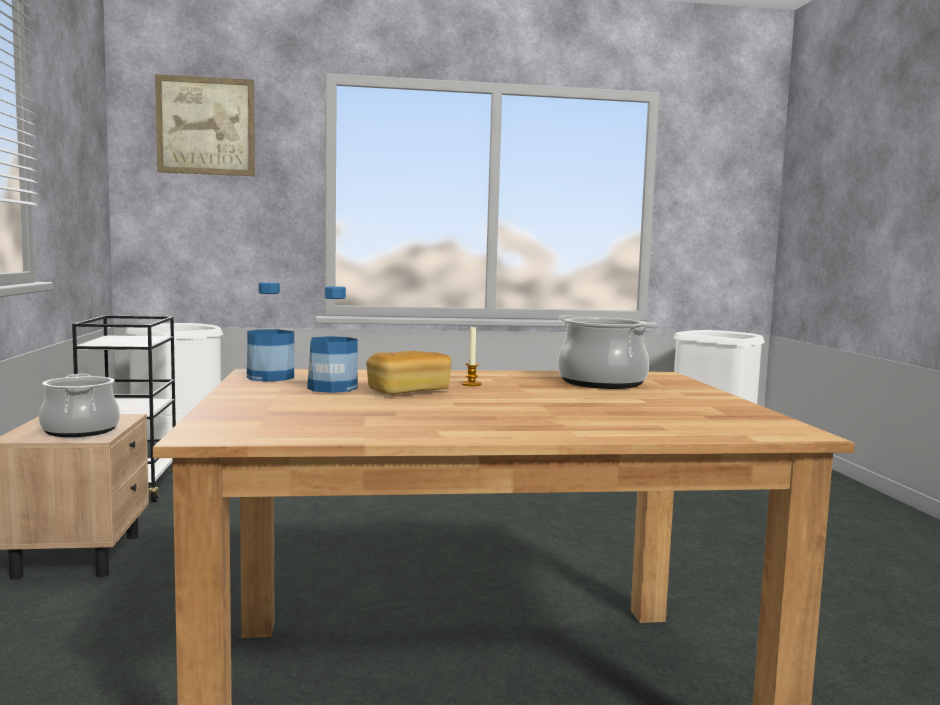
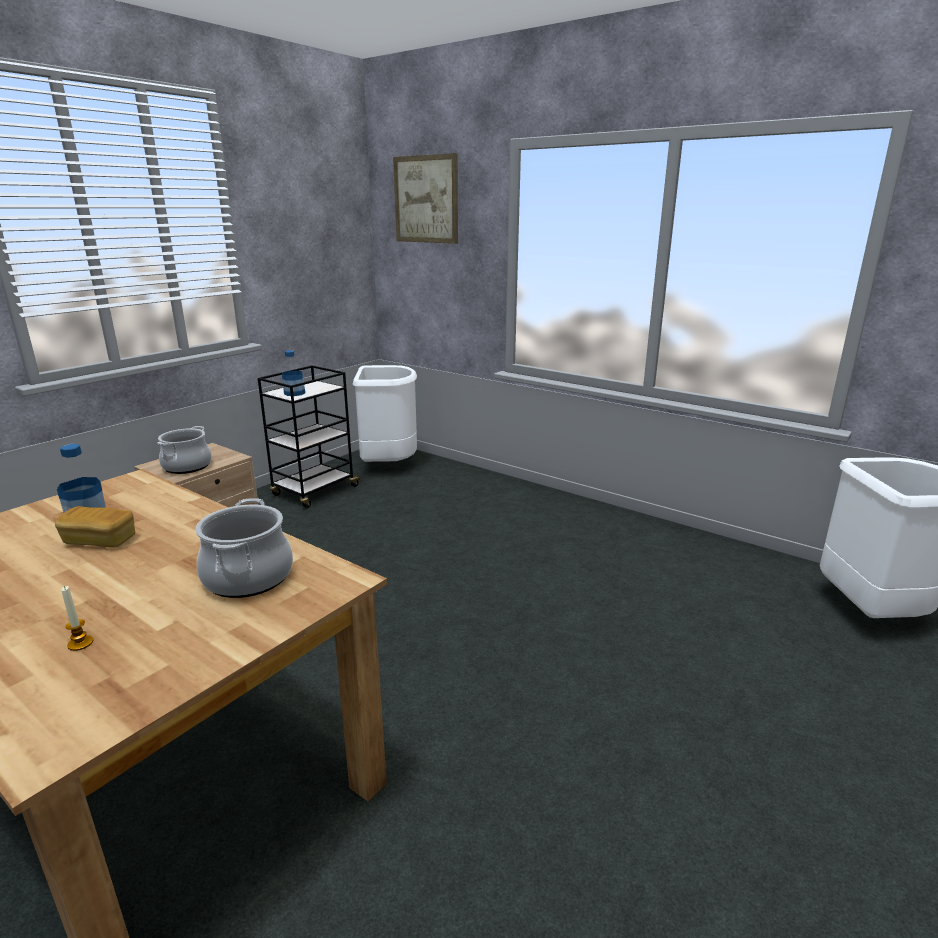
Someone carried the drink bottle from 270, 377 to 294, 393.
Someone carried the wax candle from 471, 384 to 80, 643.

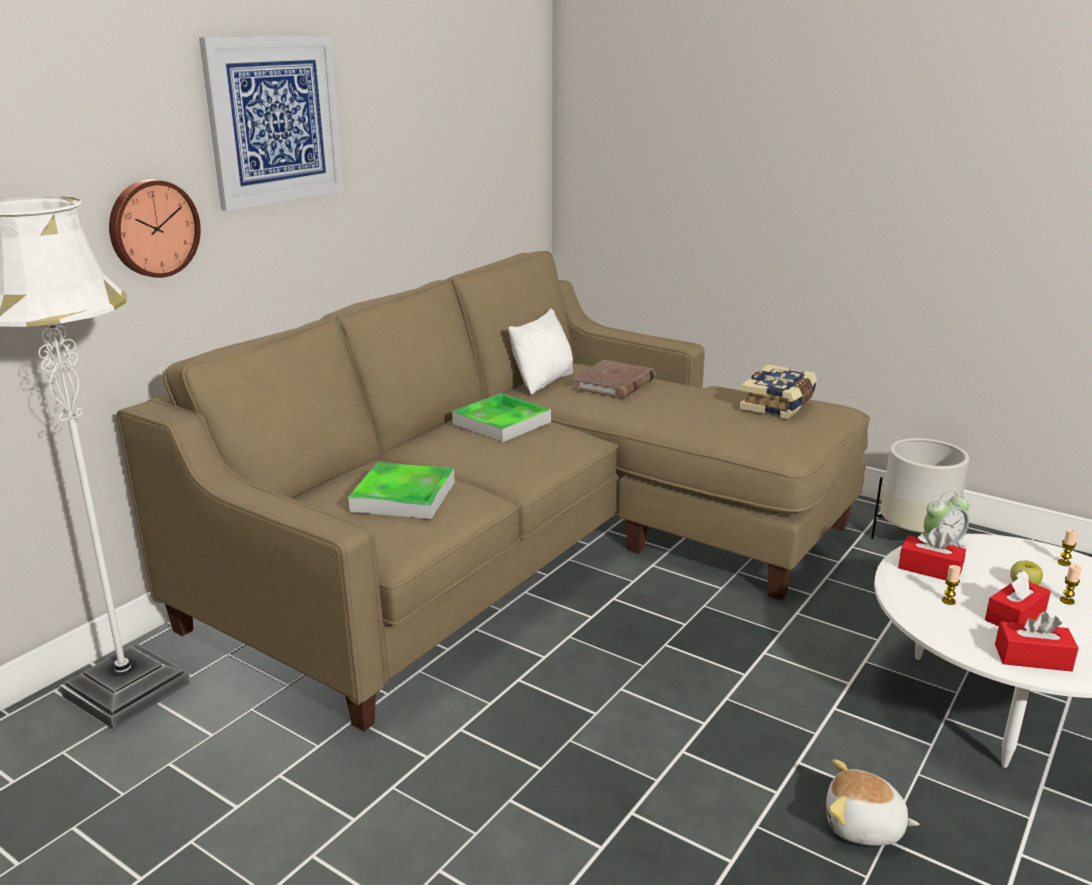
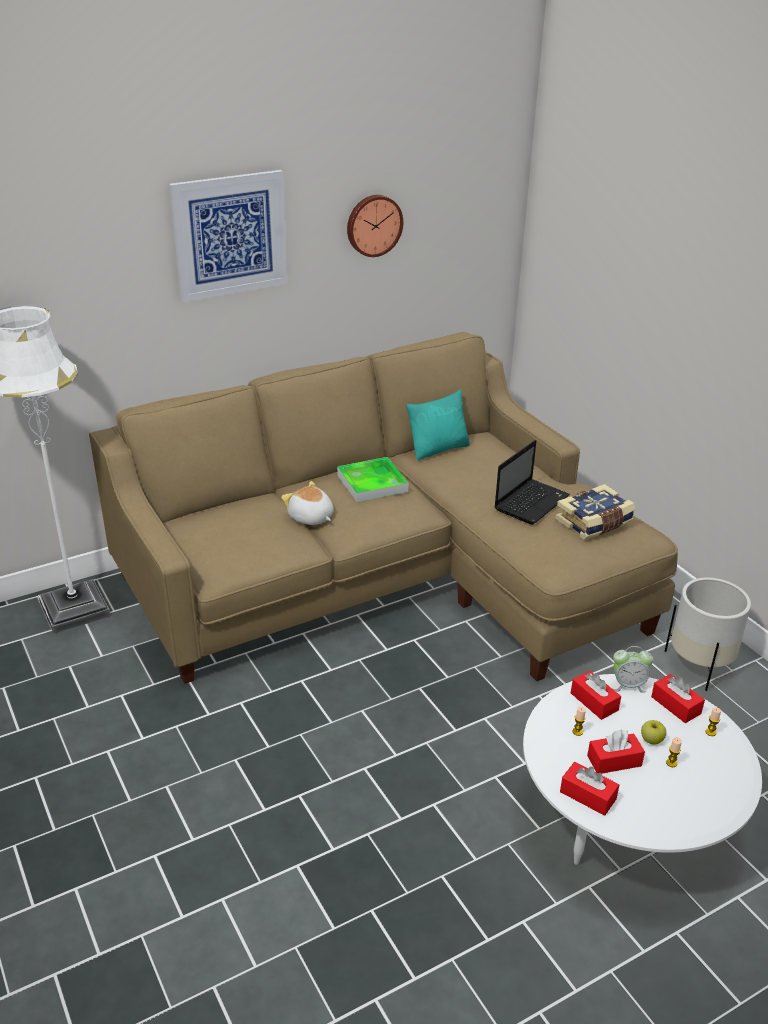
Someone carried the clock on the wall from 152, 228 to 373, 225.
Someone repainted the white-coloured cushion at 543, 382, which became the turquoise cushion at 438, 449.
Someone took away the brownish volume at 614, 384.
Someone took away the carrying tray at 403, 496.
Someone carried the soft toy from 863, 827 to 310, 518.
Someone put down the notebook computer at 532, 502.
Someone put down the reddish tissue box at 675, 705.

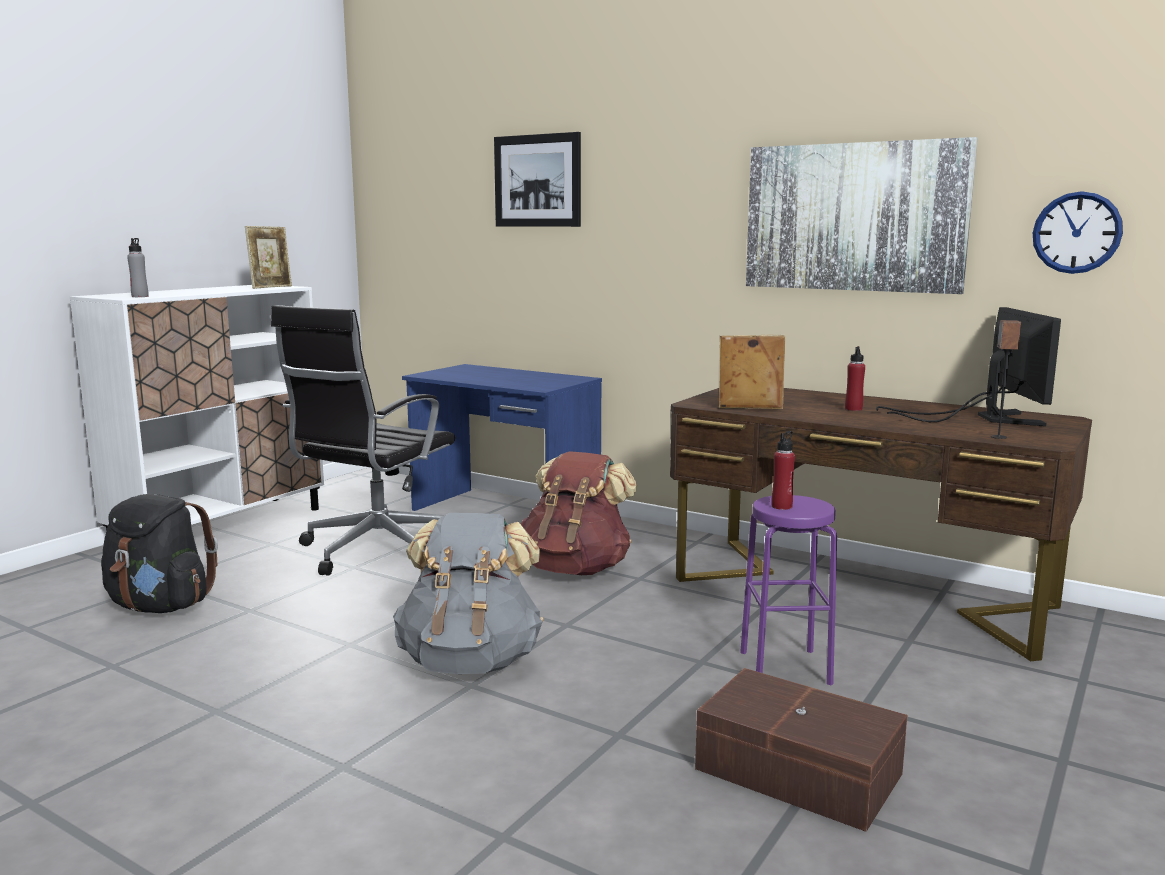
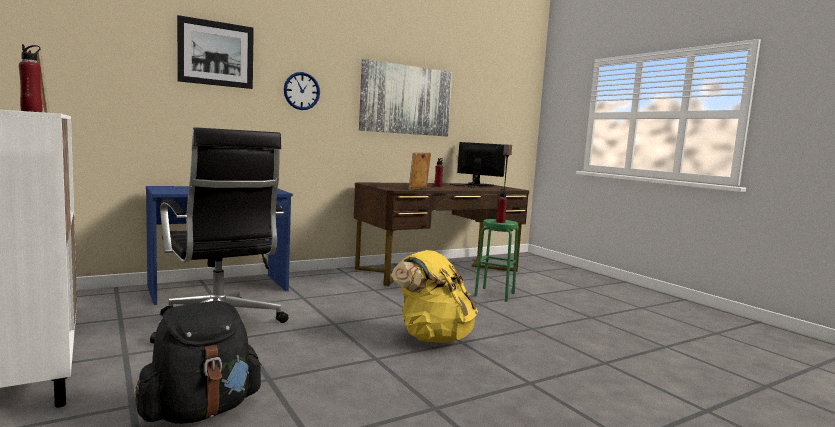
Someone carried the clock on the wall from 1076, 232 to 301, 91.
Someone repainted the greyish drink bottle at 140, 296, which became the reddish drink bottle at 31, 111.
Someone took away the brownish rucksack at 576, 569.
Someone repainted the purplish stool seat at 784, 667, which became the green stool seat at 494, 295.
Someone repainted the greyish rucksack at 470, 661, which became the yellowish rucksack at 433, 337.
Someone took away the brownish storage container at 798, 774.

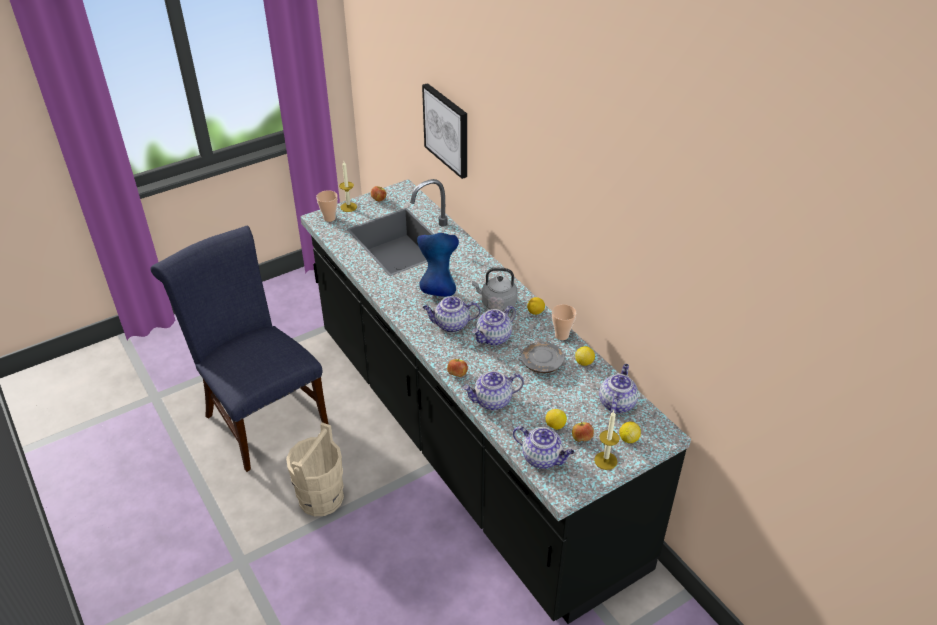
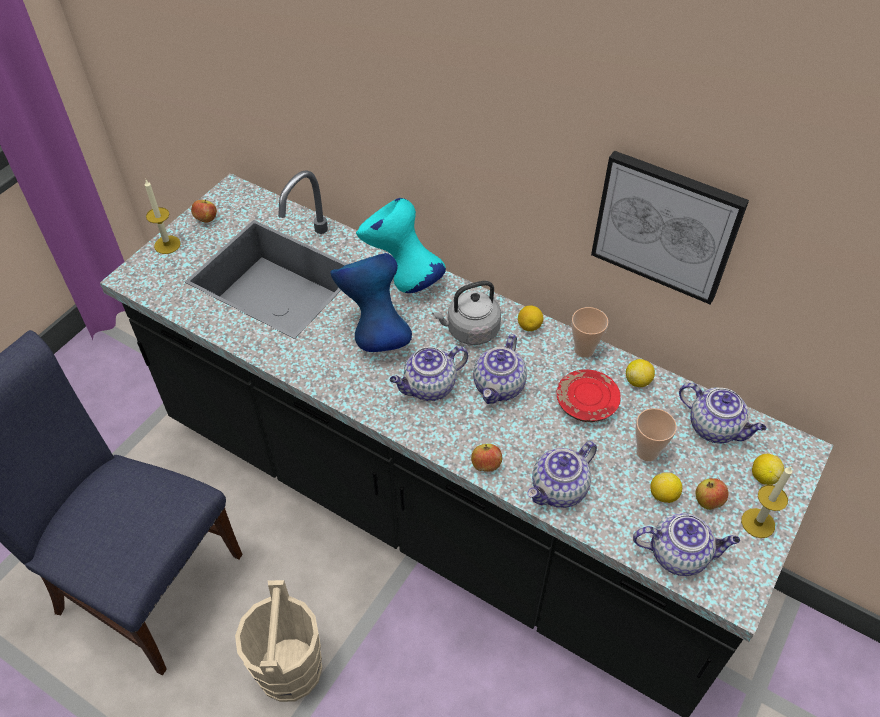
Someone carried the picture from 447, 130 to 666, 226.
Someone carried the cup from 329, 218 to 647, 452.
Someone repainted the greyish flat dish at 542, 363, which became the reddish flat dish at 586, 403.
Someone rotated the teapot at 616, 403 by 135 degrees clockwise.
Someone put down the turquoise flower vase at 402, 279.

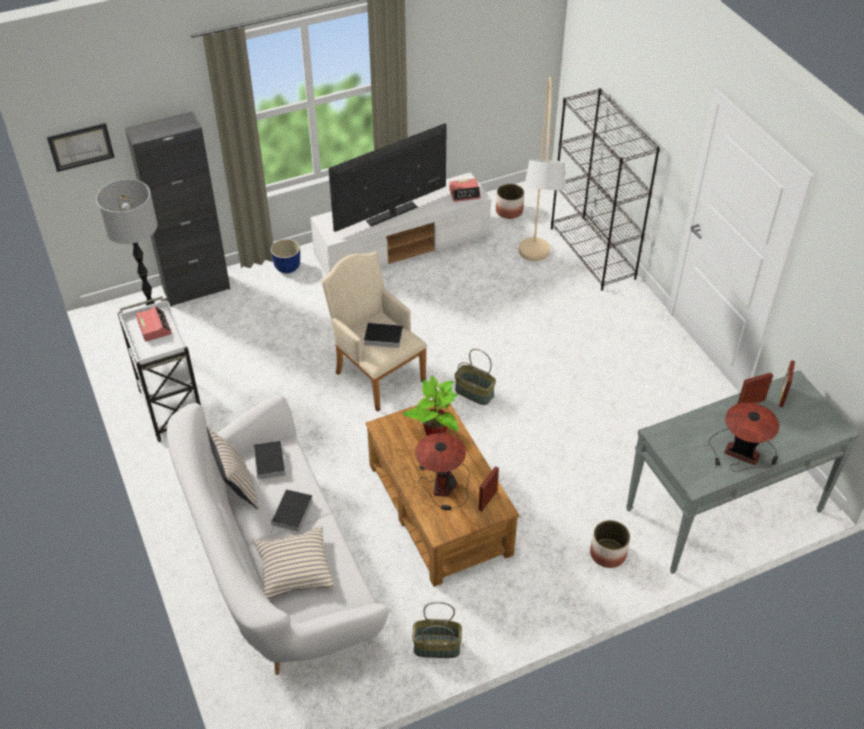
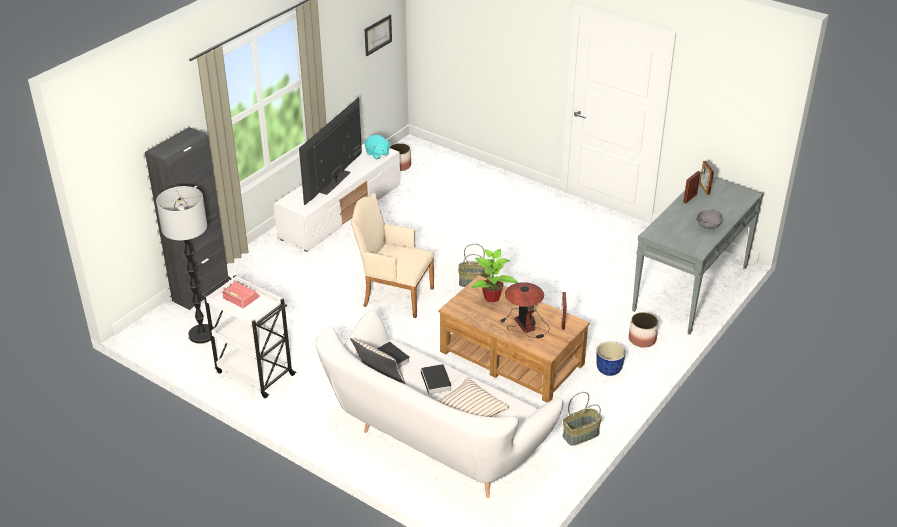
Someone took away the beige-coloured standing lamp at 533, 290.
Someone took away the blackish shelving unit at 593, 253.
Someone carried the picture from 81, 146 to 377, 35.
Someone swapped the alarm clock at 464, 193 for the turquoise soft toy at 377, 154.
Someone carried the plant pot from 287, 268 to 608, 370.
Someone took away the volume at 382, 337.
Someone swapped the lamp for a table at 741, 452 for the greyish serving bowl at 708, 225.

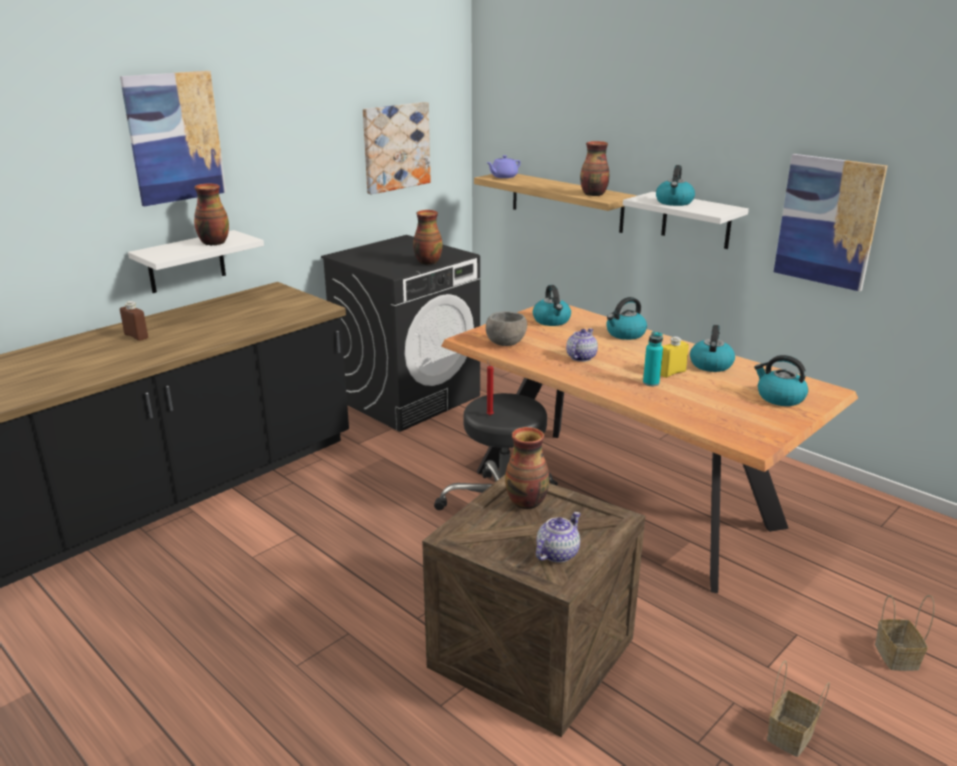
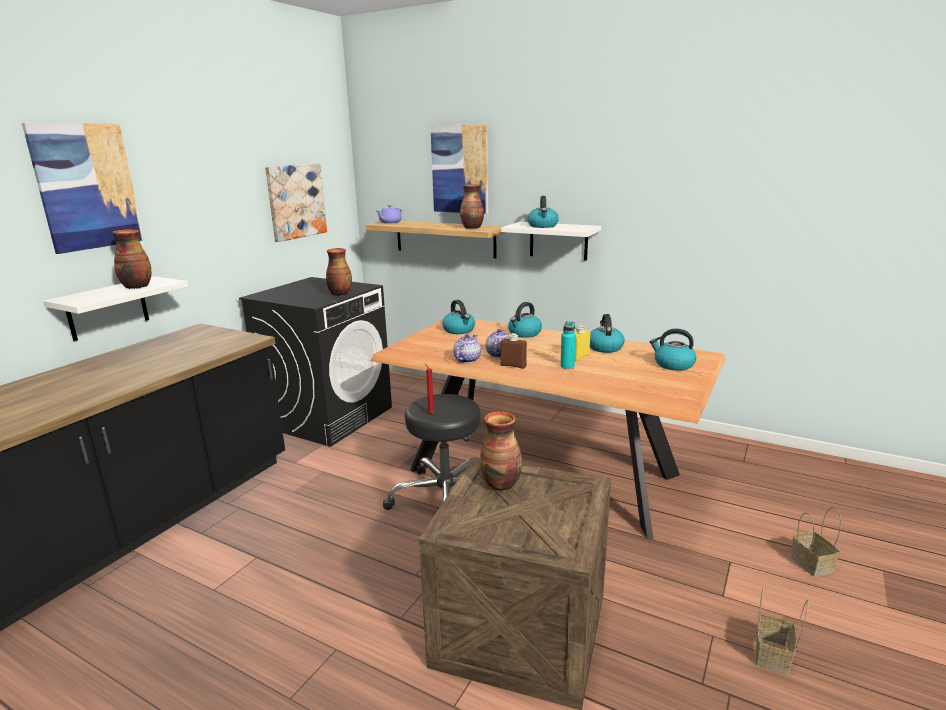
Someone carried the picture from 828, 221 to 460, 169.
Someone carried the brownish drink bottle from 136, 336 to 513, 366.
Someone took away the greyish serving bowl at 505, 343.
Someone carried the teapot from 557, 553 to 467, 360.

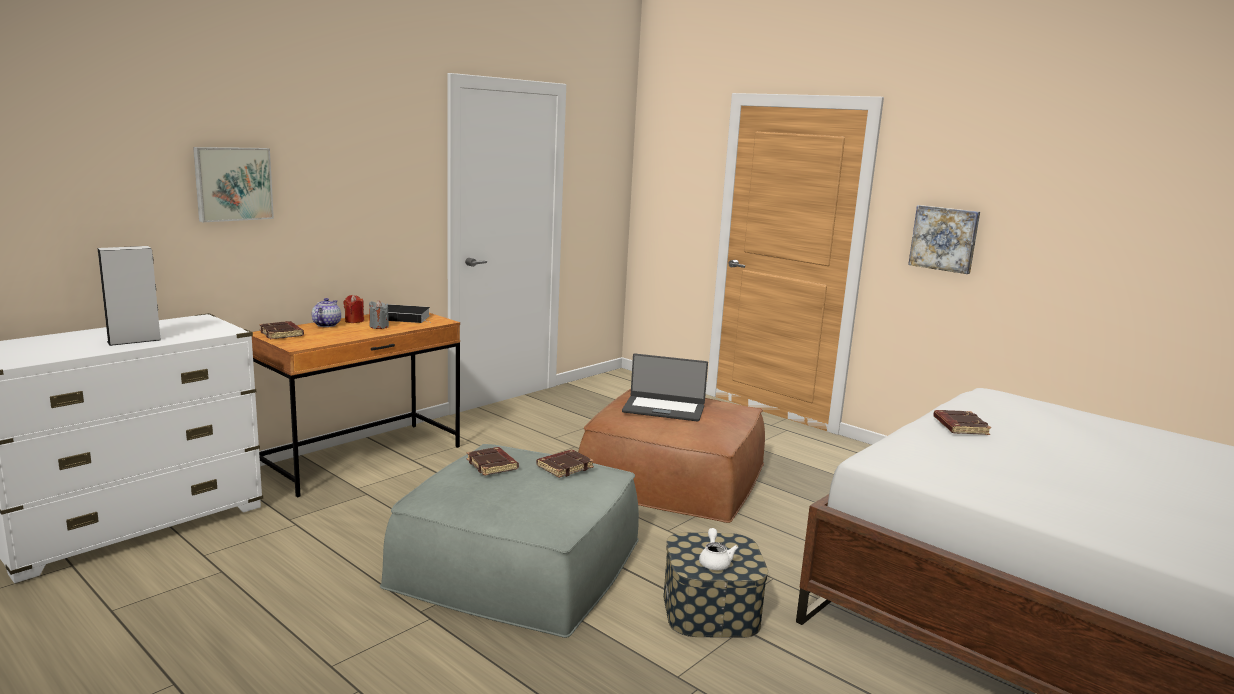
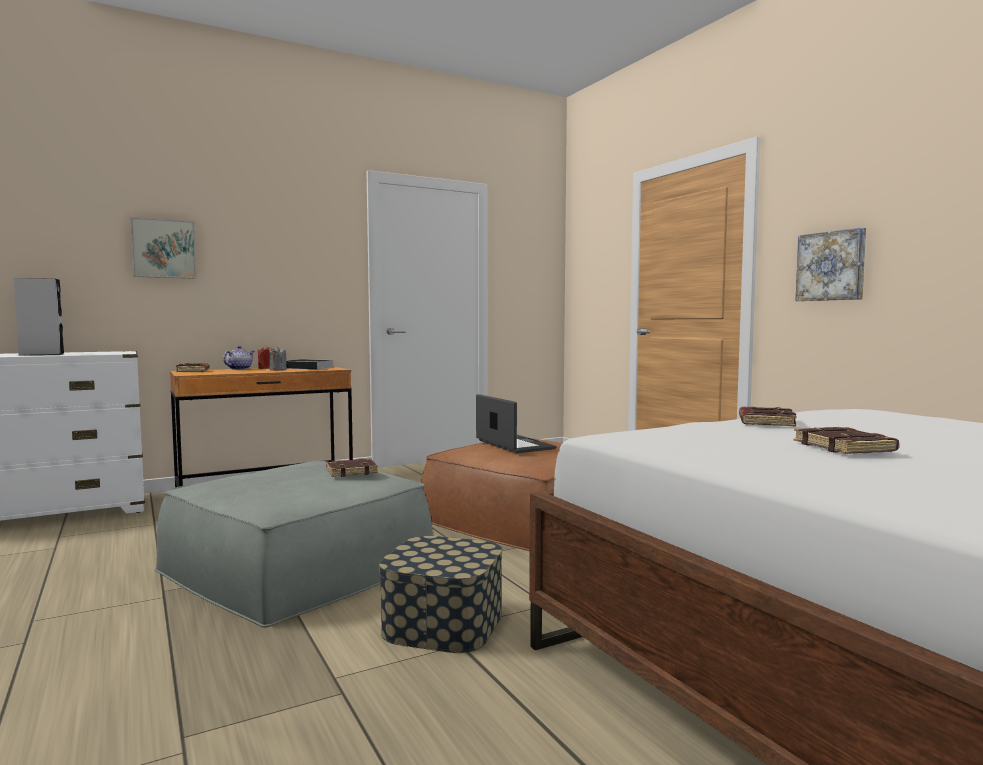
Someone rotated the notebook computer at 664, 409 by 150 degrees counterclockwise.
Someone carried the brownish volume from 493, 465 to 845, 447.
Someone took away the white-coloured teapot at 714, 561.

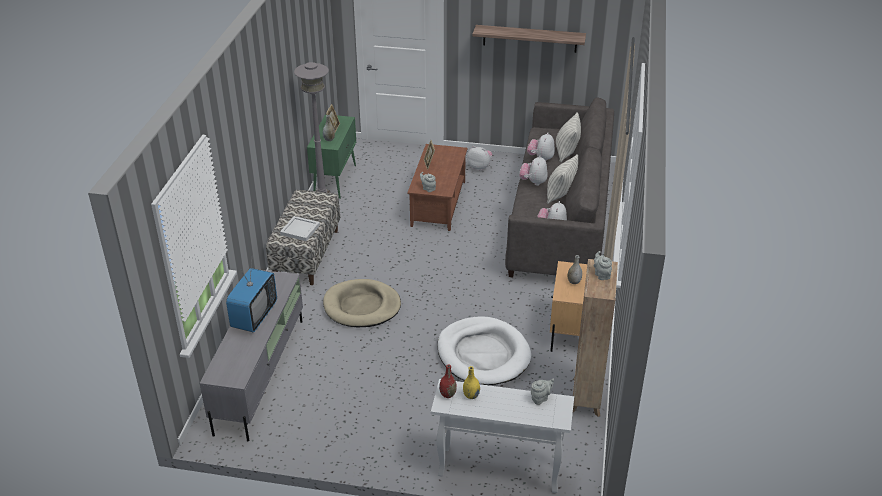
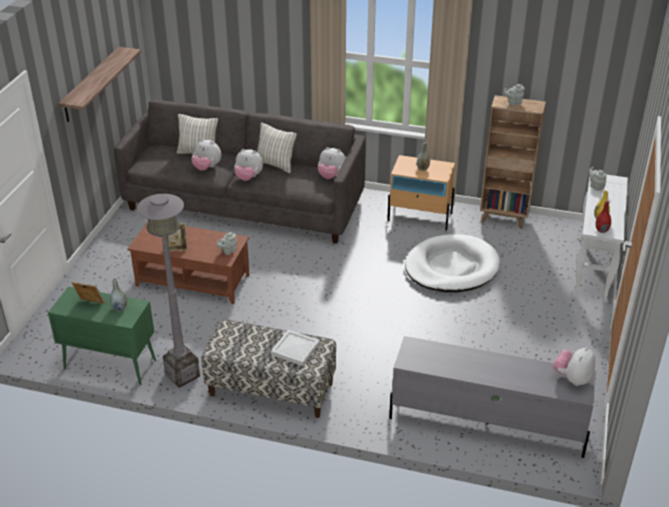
Someone carried the soft toy from 480, 167 to 572, 378.
Someone took away the TV set at 254, 316.
Someone took away the beige-coloured dog bed at 362, 306.

